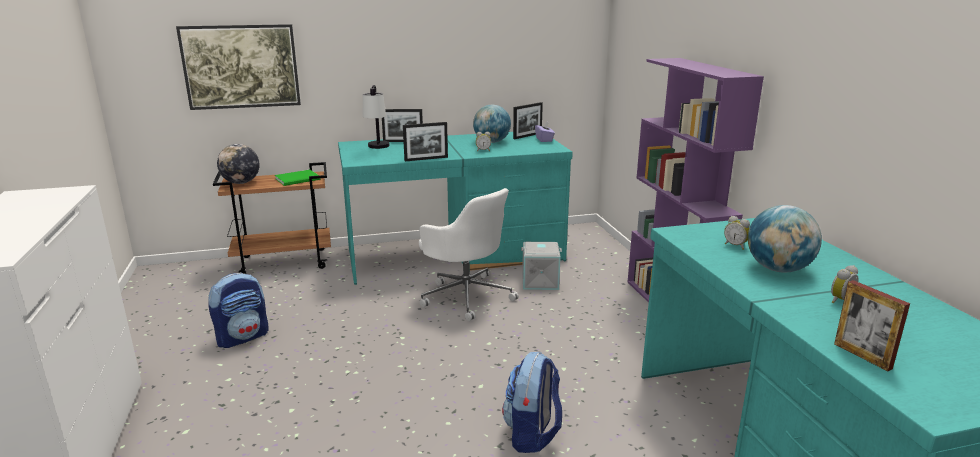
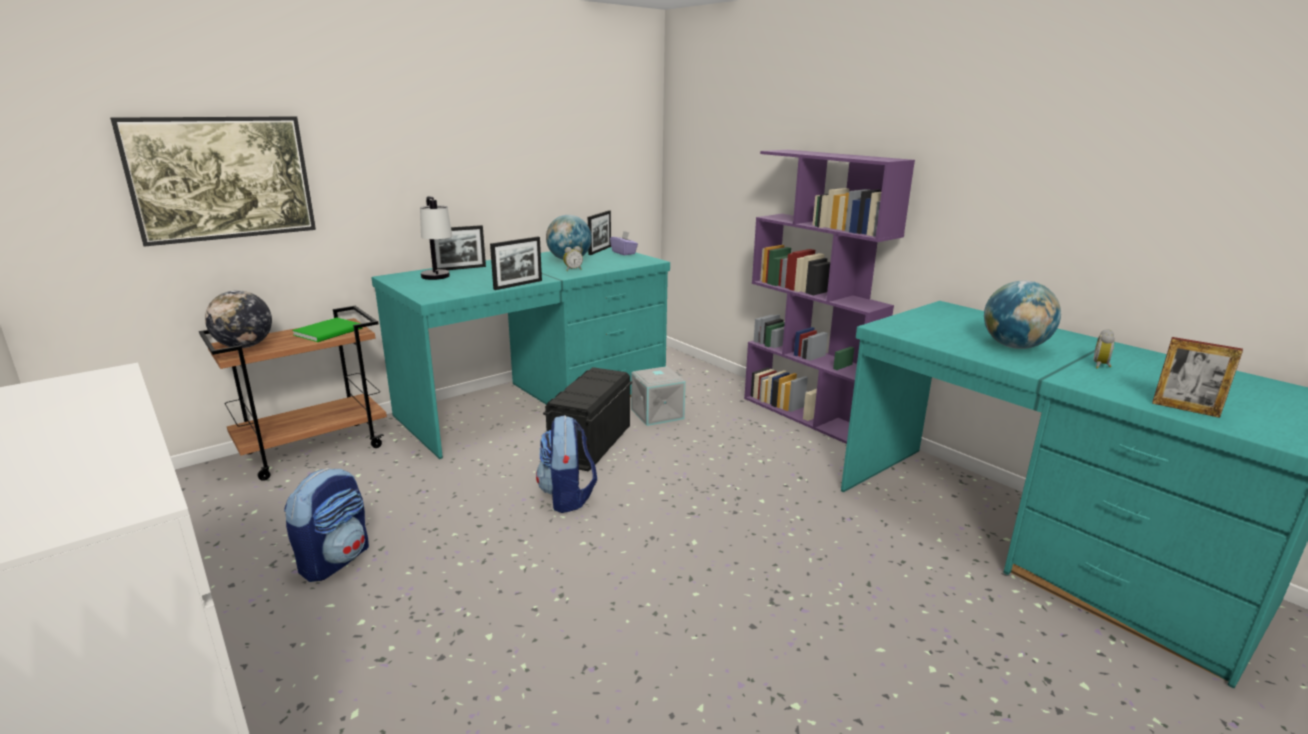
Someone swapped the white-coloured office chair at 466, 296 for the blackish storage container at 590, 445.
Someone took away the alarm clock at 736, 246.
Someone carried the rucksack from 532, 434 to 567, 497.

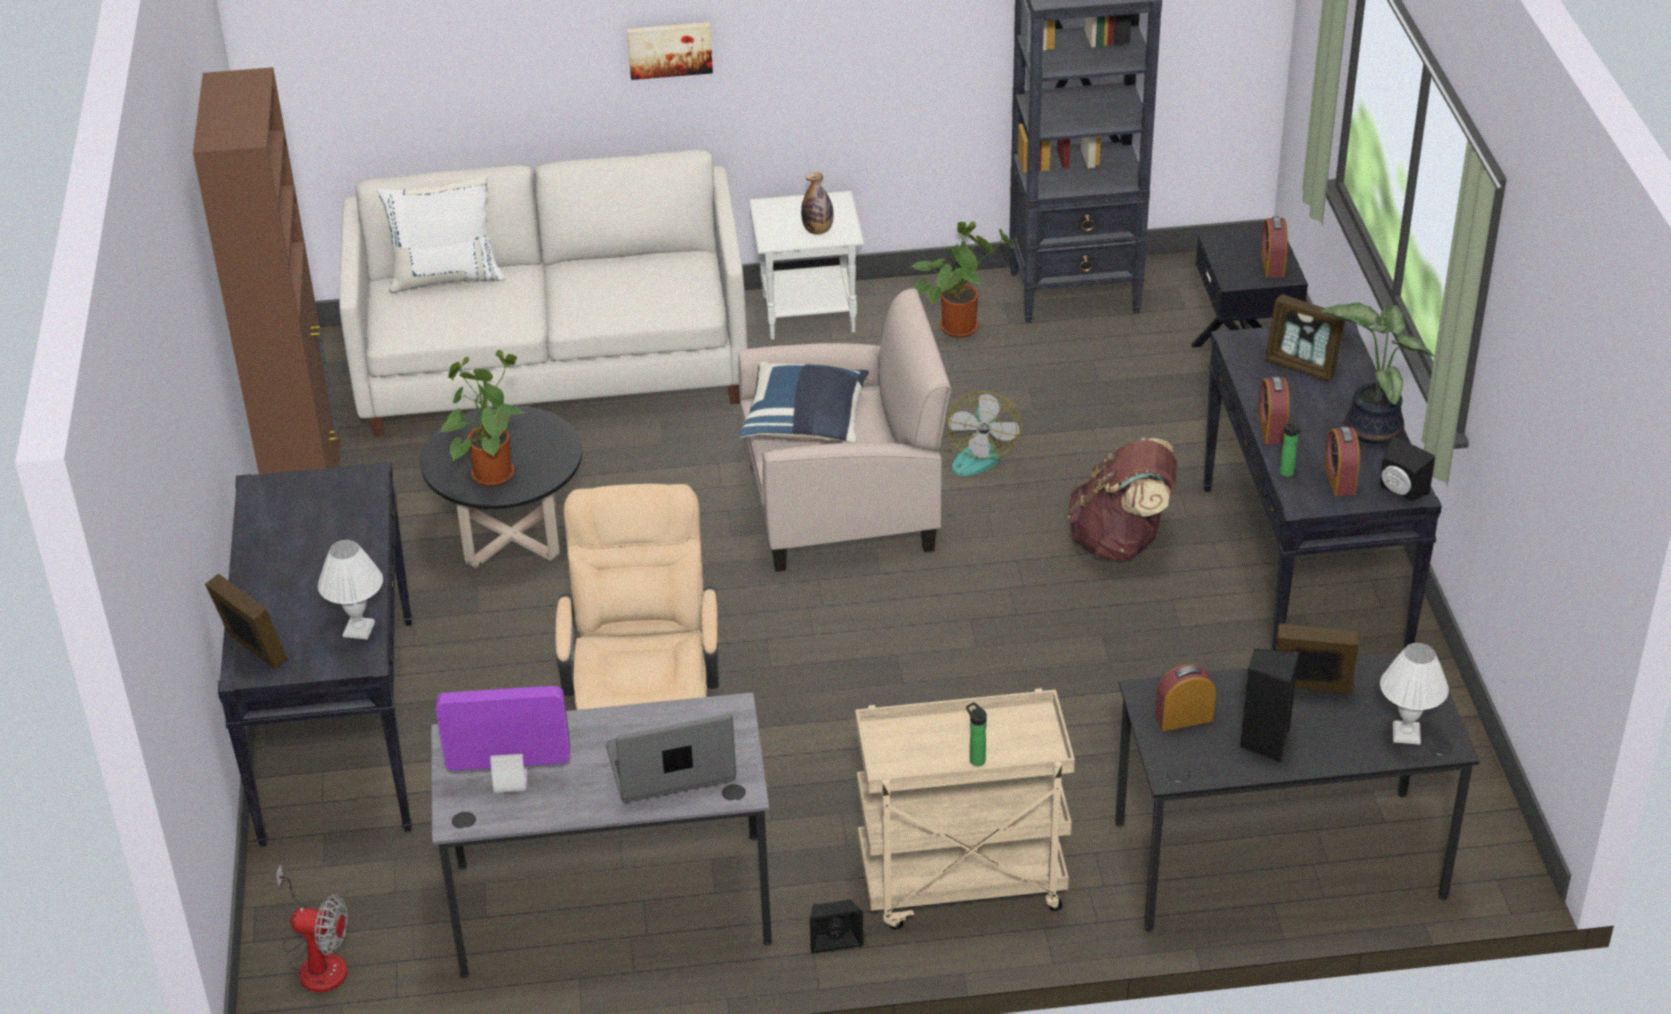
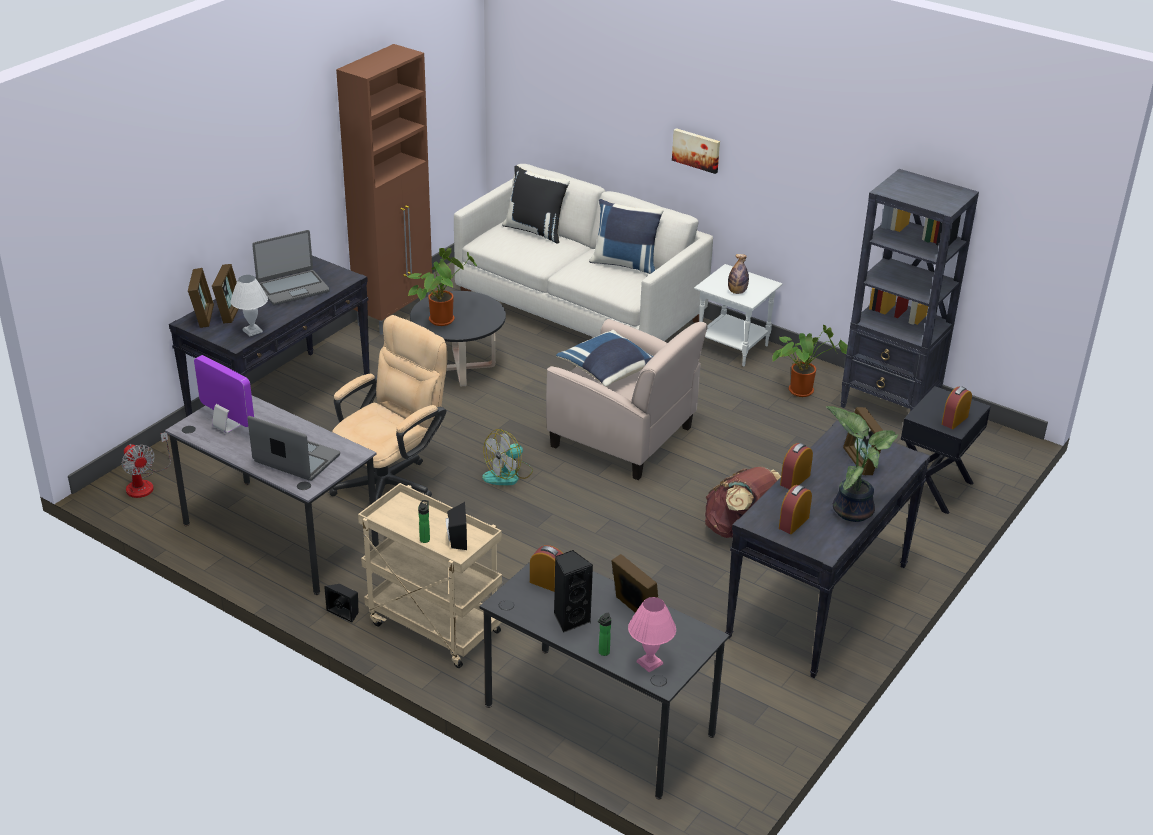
Someone repainted the white-coloured cushion at 446, 276, which became the blackish cushion at 536, 230.
Someone carried the cooling fan from 976, 453 to 508, 475.
Someone carried the drink bottle from 1287, 473 to 603, 653.
Someone carried the blackish audio speaker from 1400, 491 to 456, 540.
Someone repainted the white-coloured lamp for a table at 1406, 733, which became the pink lamp for a table at 650, 662.
Someone put down the blue cushion at 625, 264.
Someone put down the notebook computer at 293, 288.
Someone put down the standing frame at 229, 312.

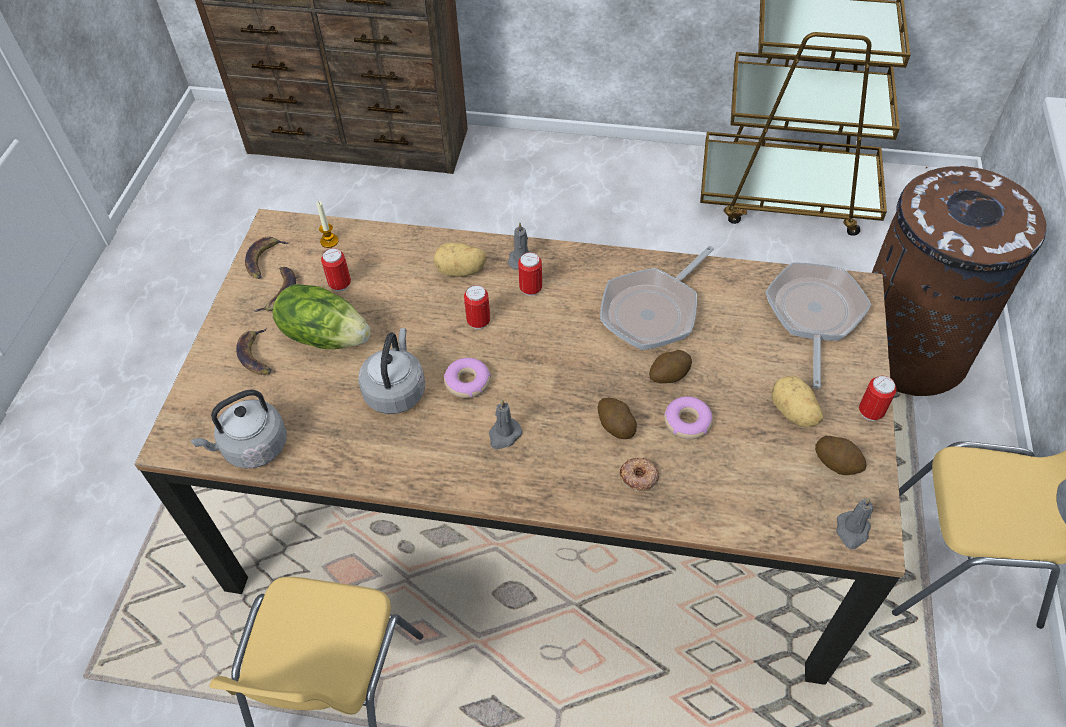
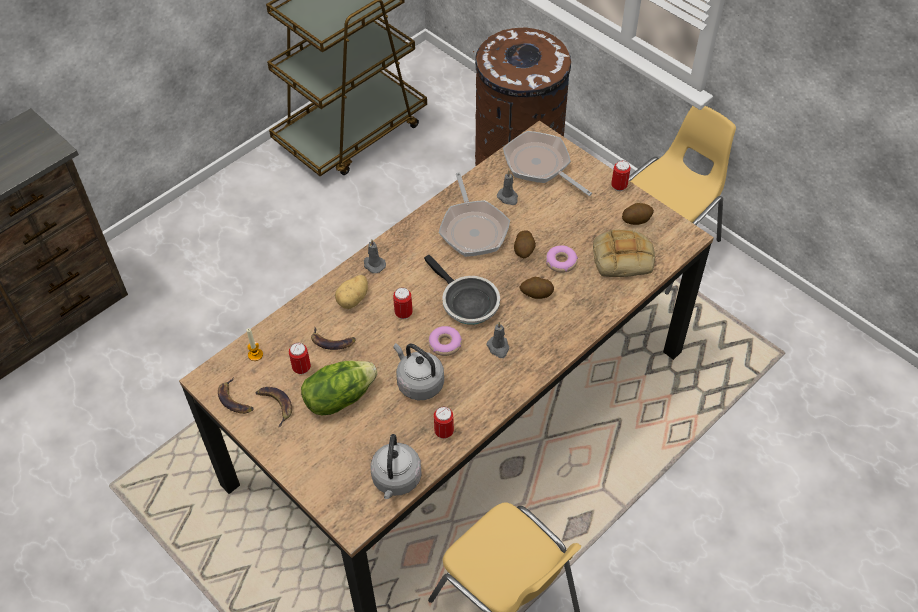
Someone carried the metal can from 530, 289 to 444, 432.
Someone carried the whole banana from 256, 355 to 332, 341.
Someone took away the whole potato at 793, 413.
Someone took away the ring doughnut at 639, 477.
Someone carried the greyish wax candle from 852, 531 to 508, 197.
Someone put down the bakery bread at 623, 257.
Someone put down the skillet at 466, 302.

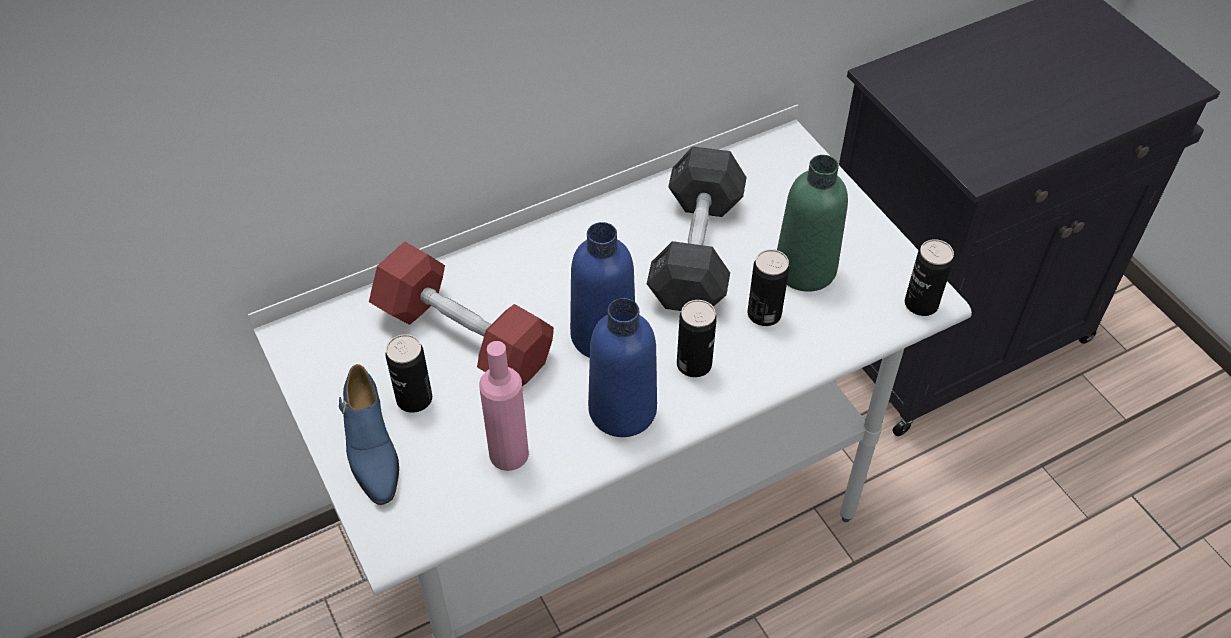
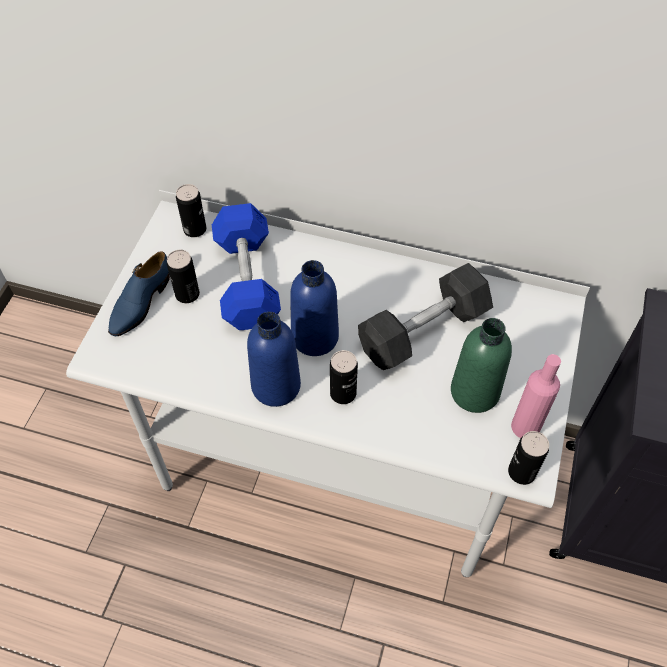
Someone repainted the reddish free weight at 463, 336, which became the blue free weight at 247, 280.
Someone carried the metal can from 764, 314 to 195, 229.
Someone carried the pink drink bottle from 509, 453 to 525, 426.

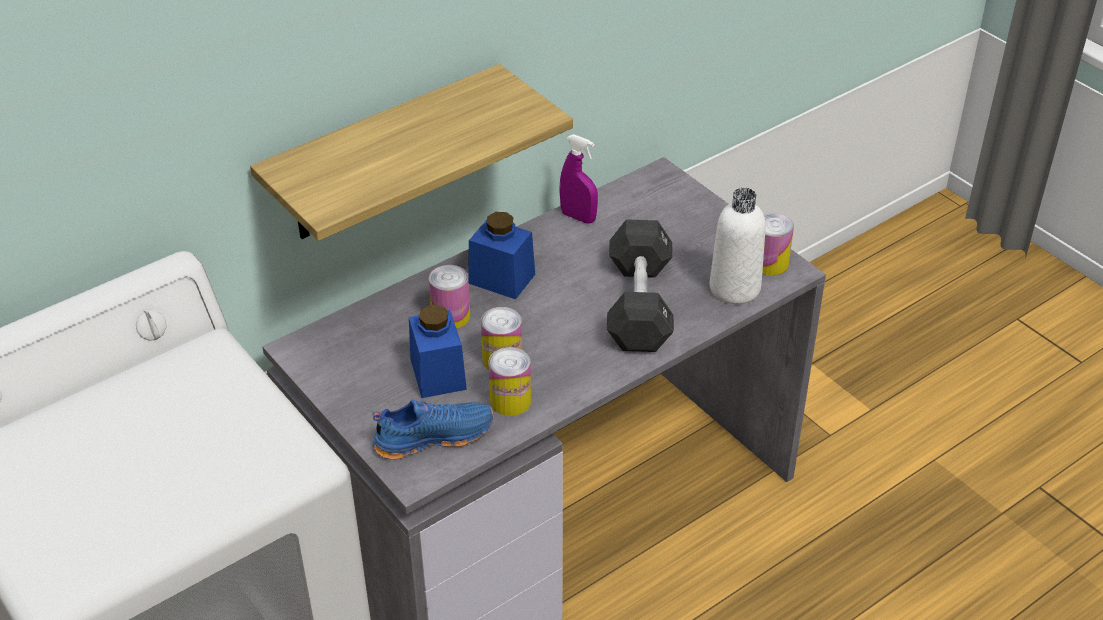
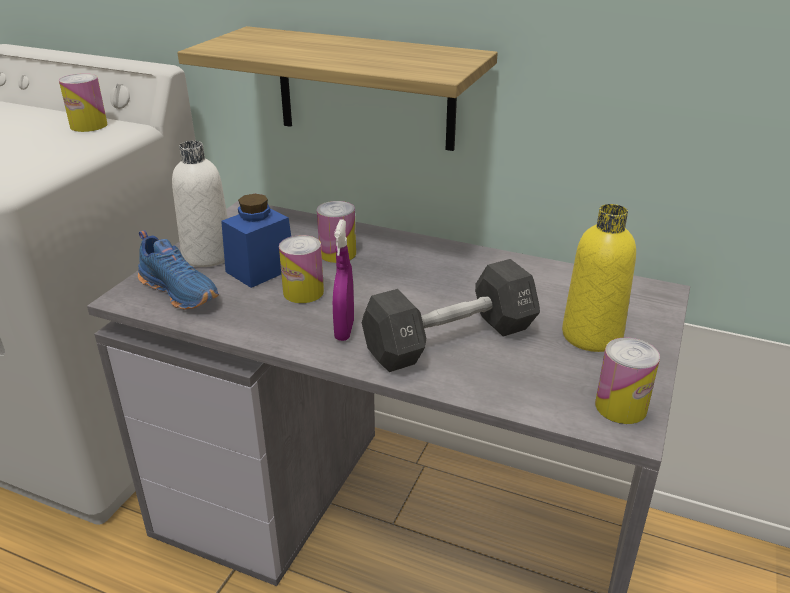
Someone carried the purplish spray bottle from 578, 217 to 344, 330.
Someone carried the white-coloured drink bottle from 734, 288 to 208, 256.
Someone took away the blue preserve jar at 501, 279.
Someone carried the metal can from 510, 401 to 88, 125.
Someone put down the yellowish drink bottle at 591, 335.

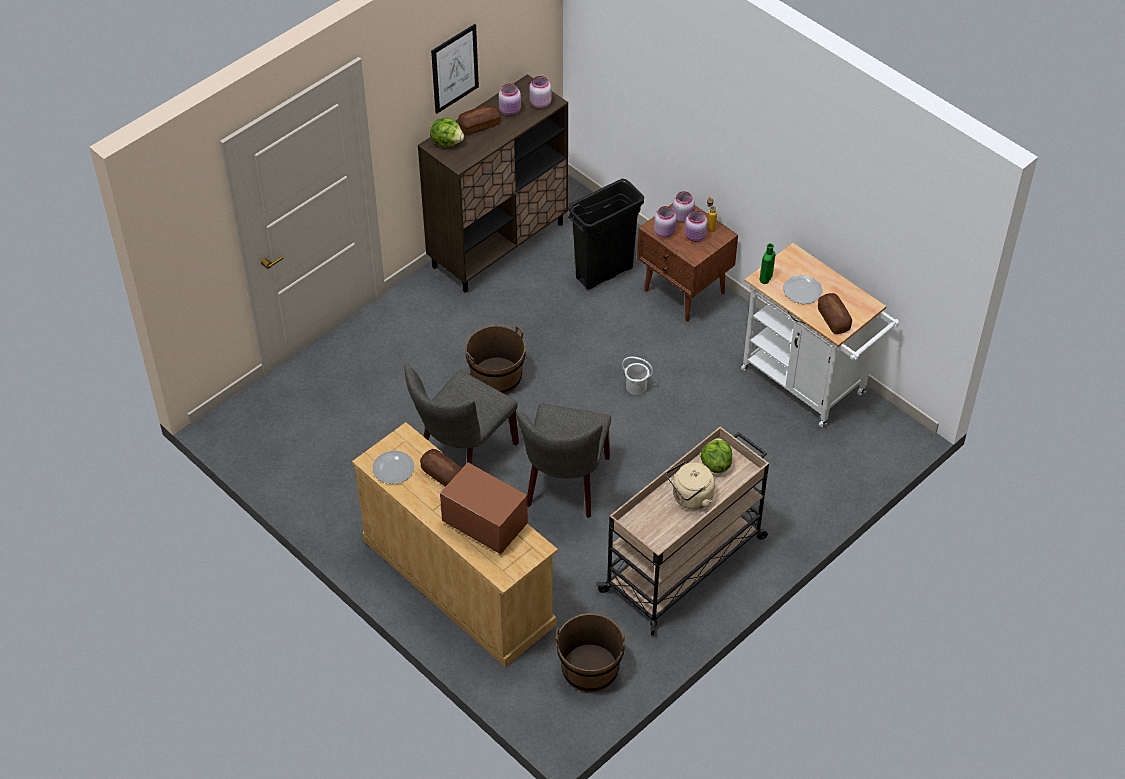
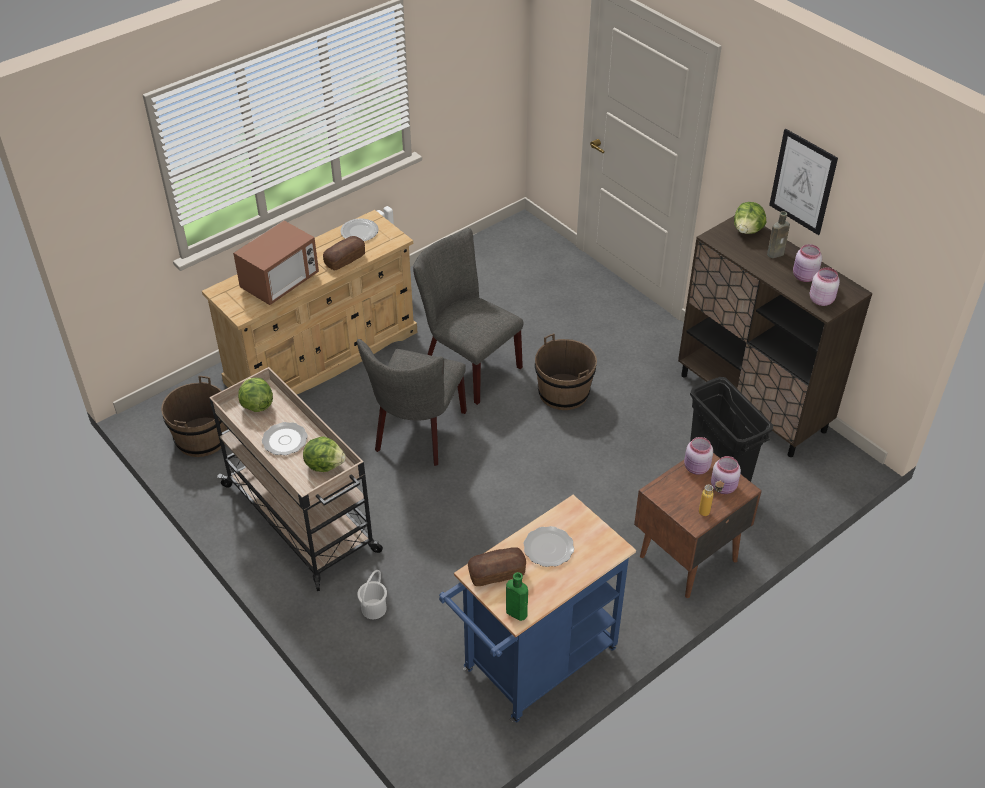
Someone swapped the bakery bread at 479, 125 for the brownish drink bottle at 776, 253.
Someone took away the pink preserve jar at 695, 237.
Someone repainted the white-coloured trolley at 809, 385, which became the blue trolley at 533, 666.
Someone carried the green drink bottle from 765, 279 to 515, 612.
Someone carried the white-coloured water bucket from 636, 386 to 374, 609.
Someone rotated the greyish chair at 565, 486 by 90 degrees counterclockwise.
Someone swapped the beige-coloured kettle at 690, 498 for the flat dish at 285, 440.
Someone put down the lettuce head at 256, 405.

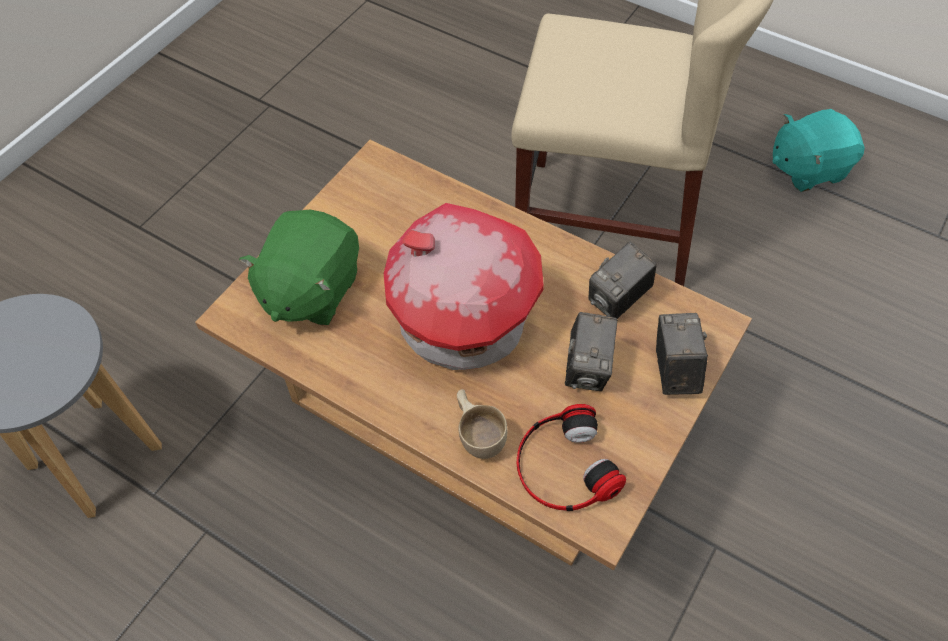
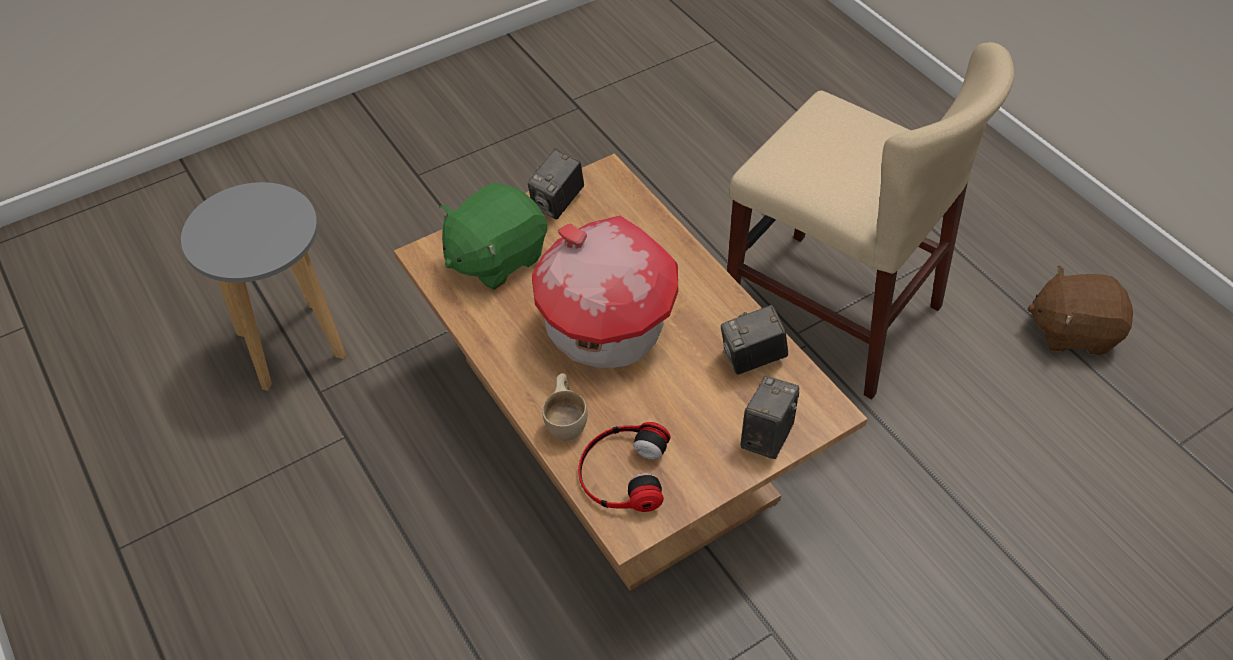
Someone repainted the turquoise soft toy at 807, 168, which became the brownish soft toy at 1072, 331.
Someone carried the photo camera from 587, 369 to 557, 203.

